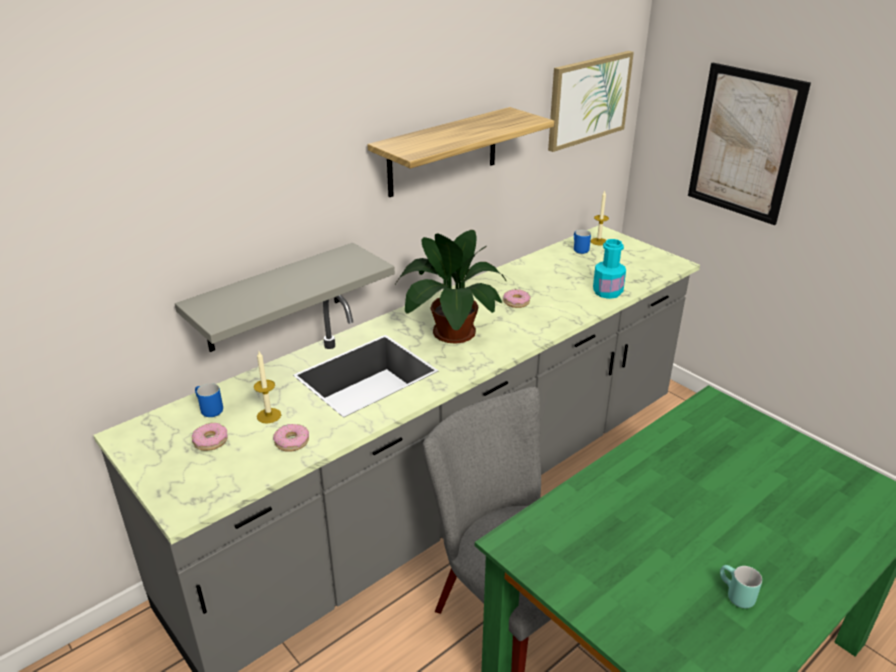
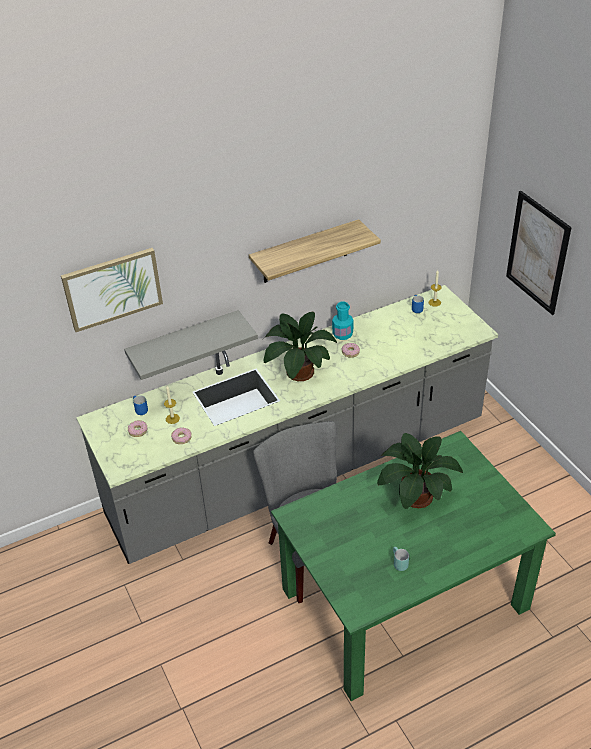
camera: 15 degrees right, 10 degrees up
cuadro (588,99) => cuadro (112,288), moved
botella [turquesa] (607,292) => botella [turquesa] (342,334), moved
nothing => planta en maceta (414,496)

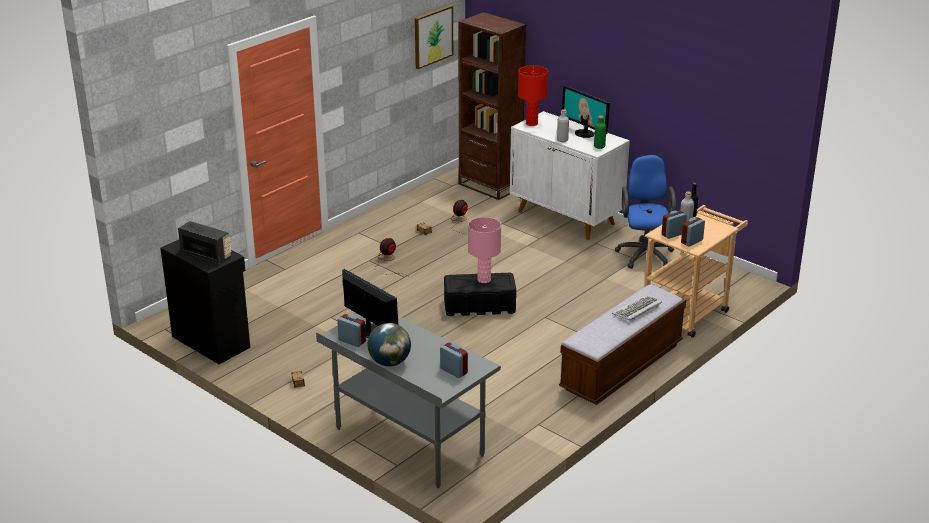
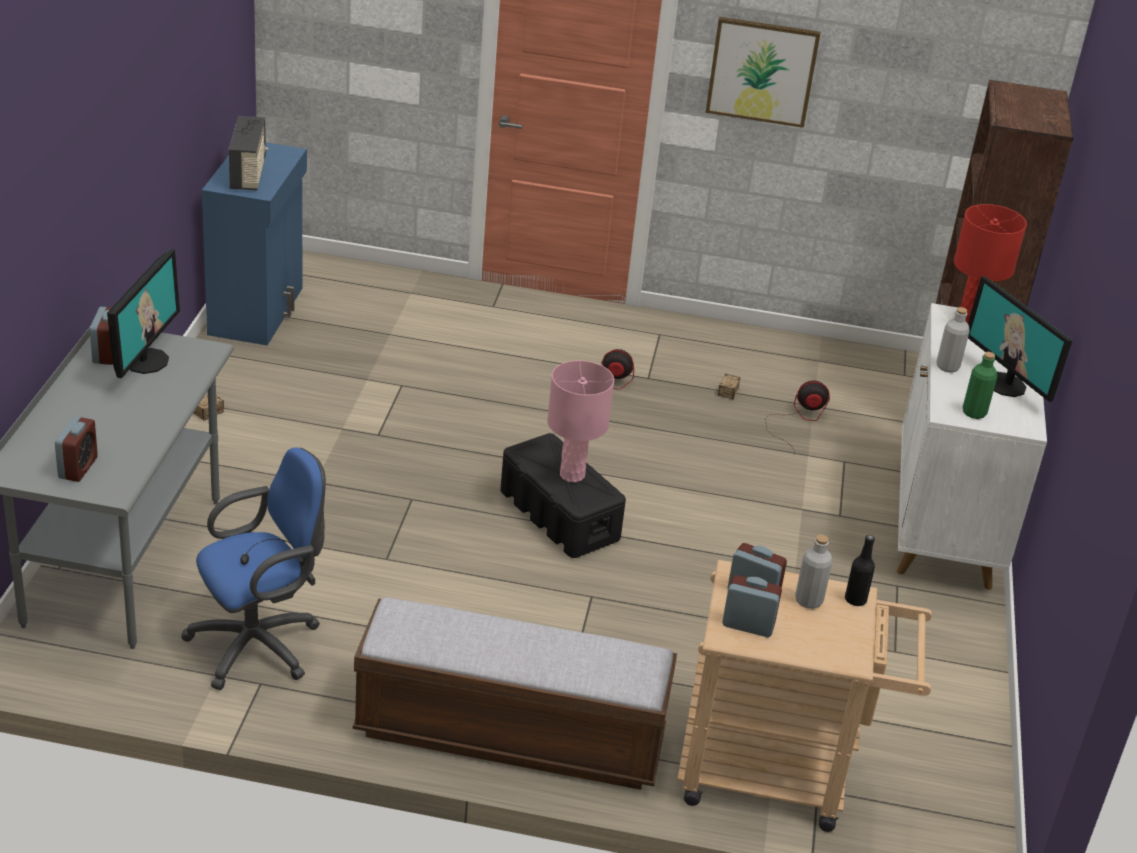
camera: 55 degrees right, 5 degrees up
armario [negro] (211,341) => armario [azul] (258,311)
globo terráqueo (389,362) => nothing
cuadro (433,36) => cuadro (762,71), moved
monitor (585,133) => monitor (1006,384), 45 degrees counterclockwise
teclado (637,310) => nothing
silla de oficina [azul] (645,254) => silla de oficina [azul] (261,644), moved

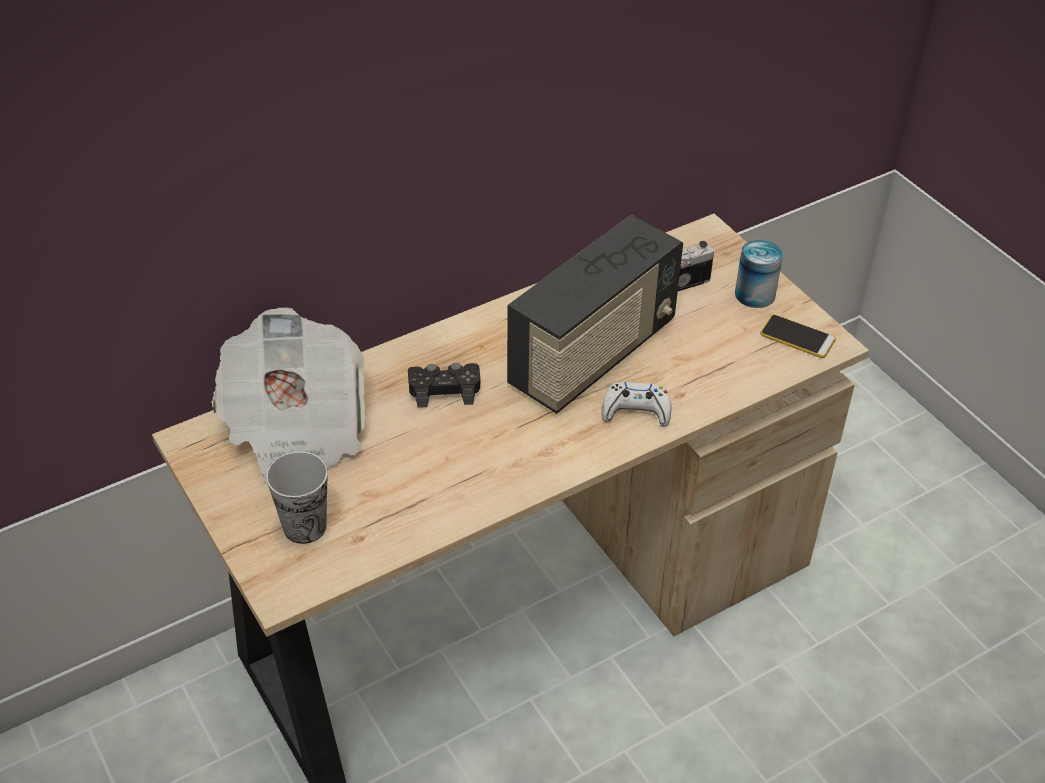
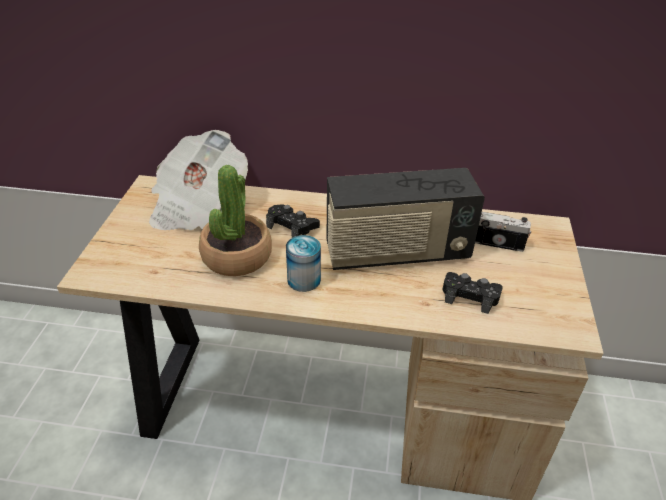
camera: 40 degrees right, 5 degrees down
taza (305,527) => nothing
mando de consola [blanco] (636,411) => nothing
lata (755,294) => lata (304,280), moved
móvil (797,337) => nothing
nothing => planta en maceta (236,256)
nothing => mando de consola [negro] (470,296)

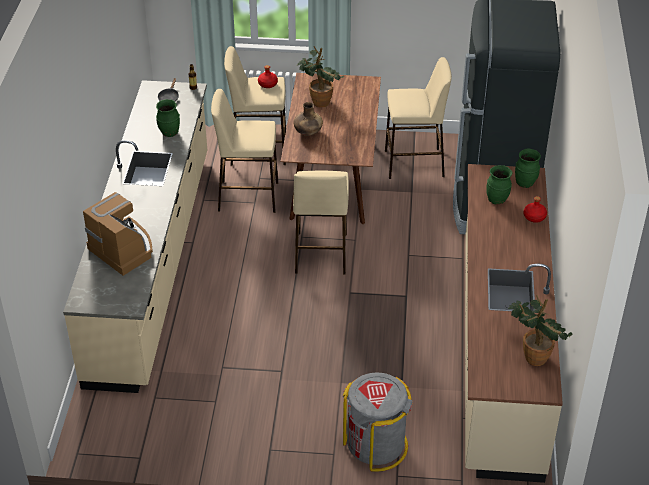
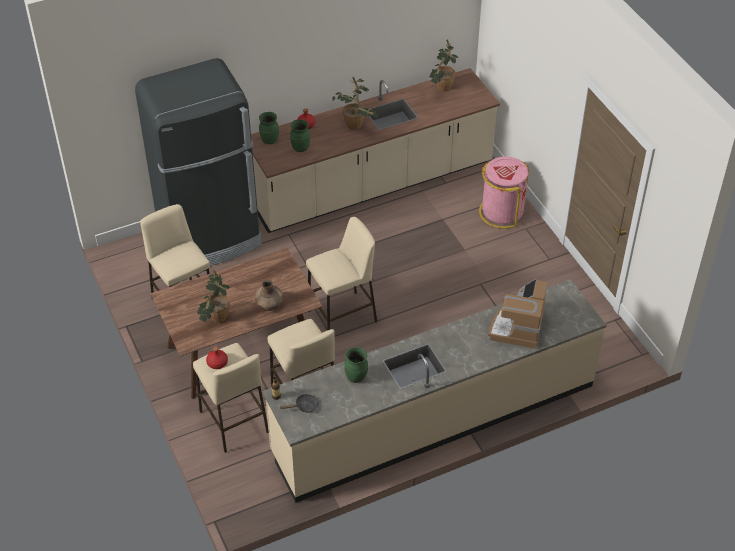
camera: 120 degrees left, 5 degrees up
papelera [gris] (376,445) => papelera [rosa] (501,212)
nothing => planta en maceta (356,127)

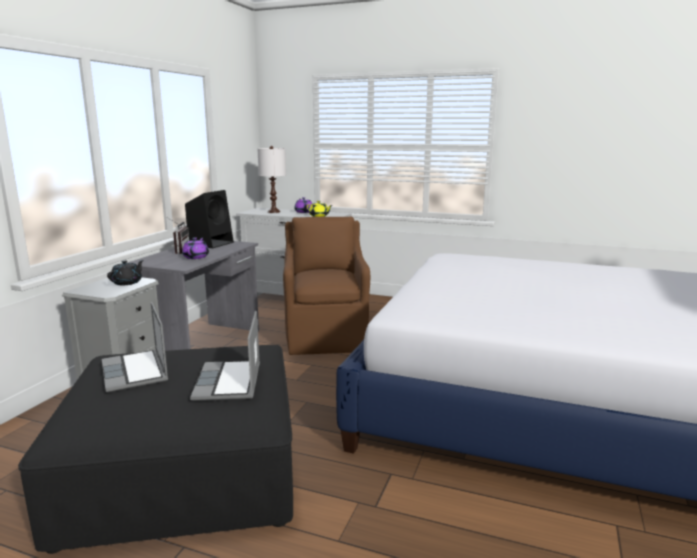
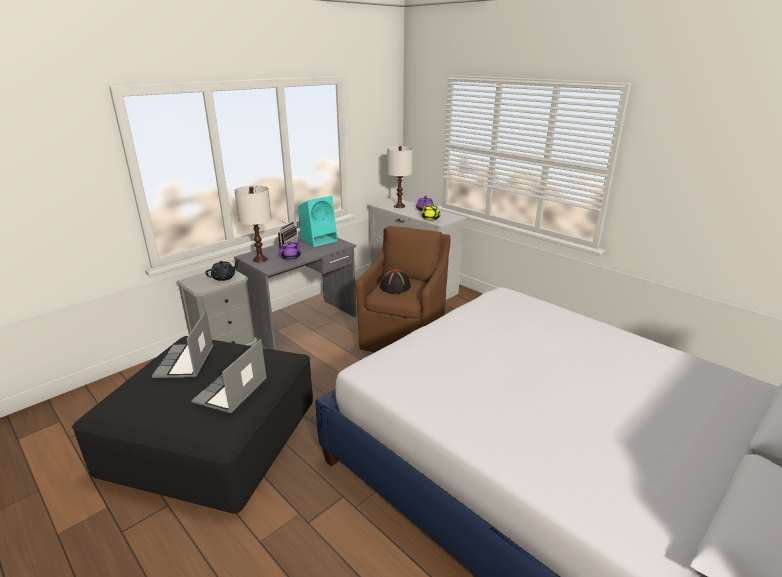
camera: 25 degrees right, 10 degrees up
altavoz [negro] (211,243) => altavoz [turquesa] (319,240)
nothing => lámpara de mesa [blanco] (260,259)
nothing => sombrero [negro] (395,286)

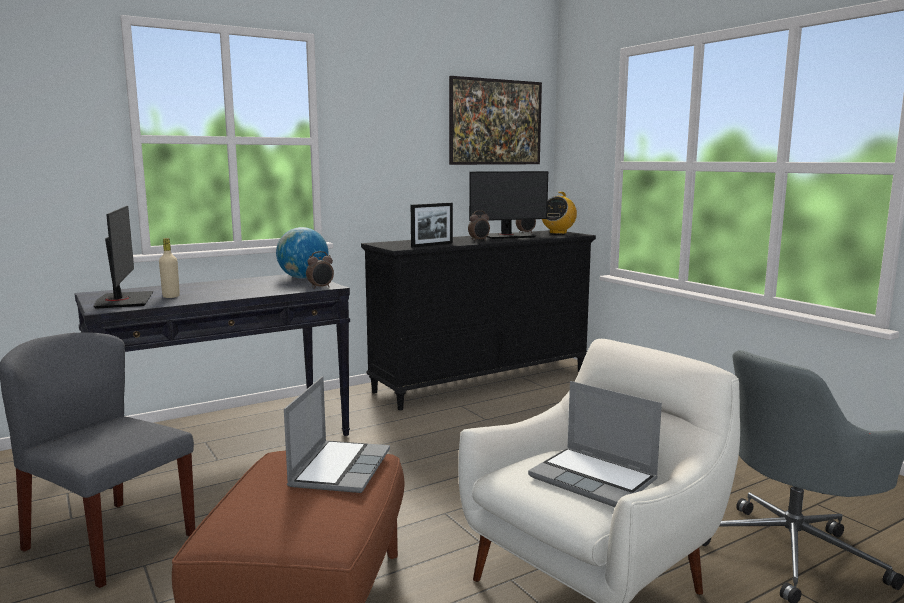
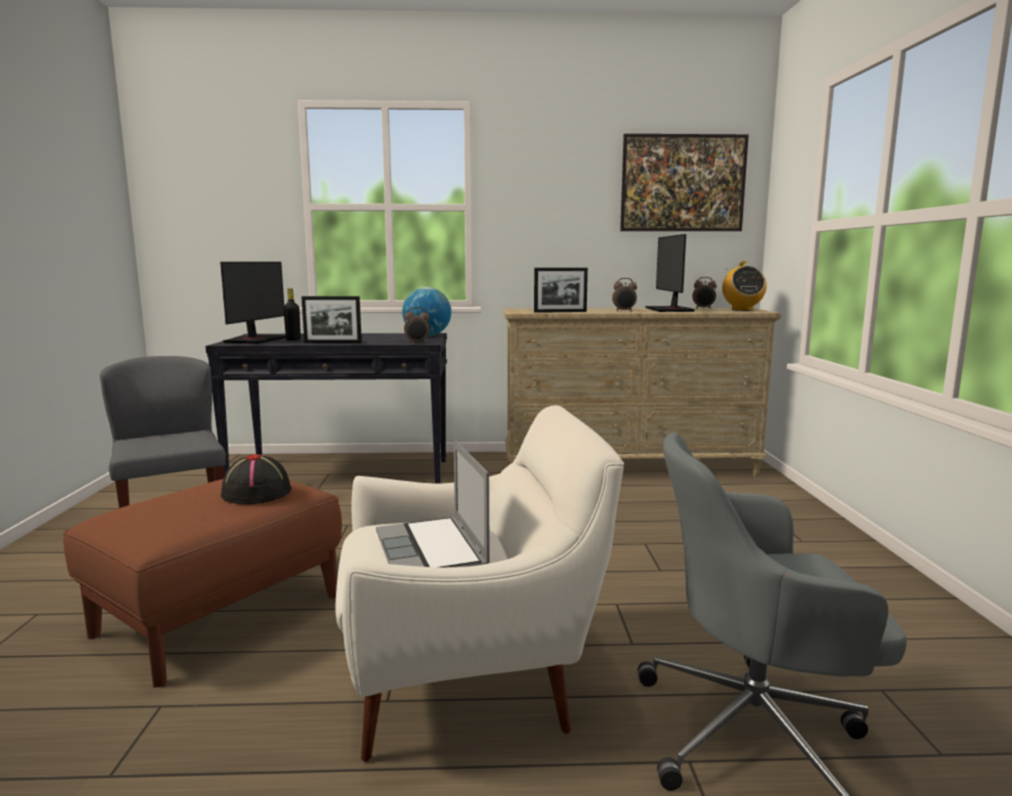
camera: 30 degrees right, 0 degrees up
botella [beis] (171,296) => botella [negro] (293,340)
portátil (339,468) => sombrero [negro] (257,492)
cómoda [negro] (483,381) => cómoda [beis] (630,467)
monitor (507,236) => monitor (670,309), 75 degrees clockwise
radio (558,233) => radio (742,309), 60 degrees counterclockwise
nothing => portarretratos (333,342)

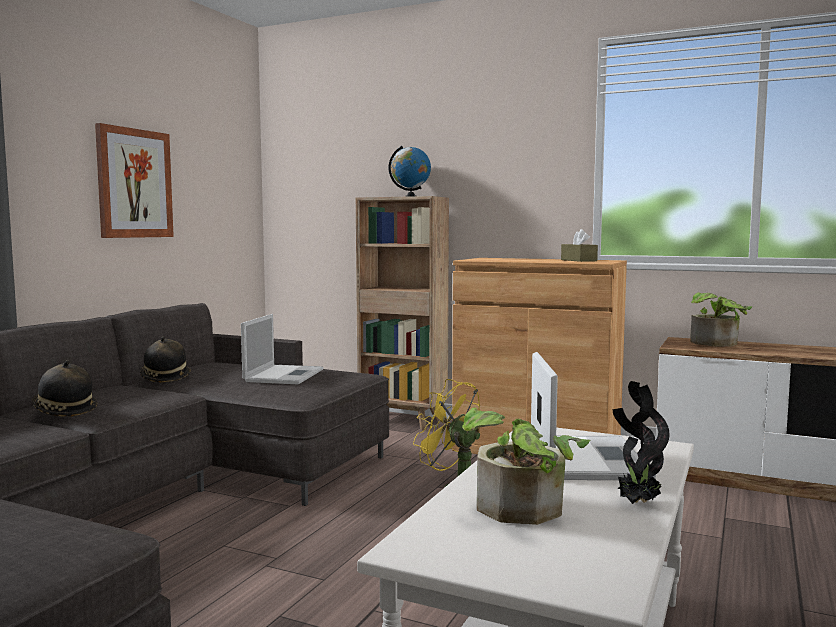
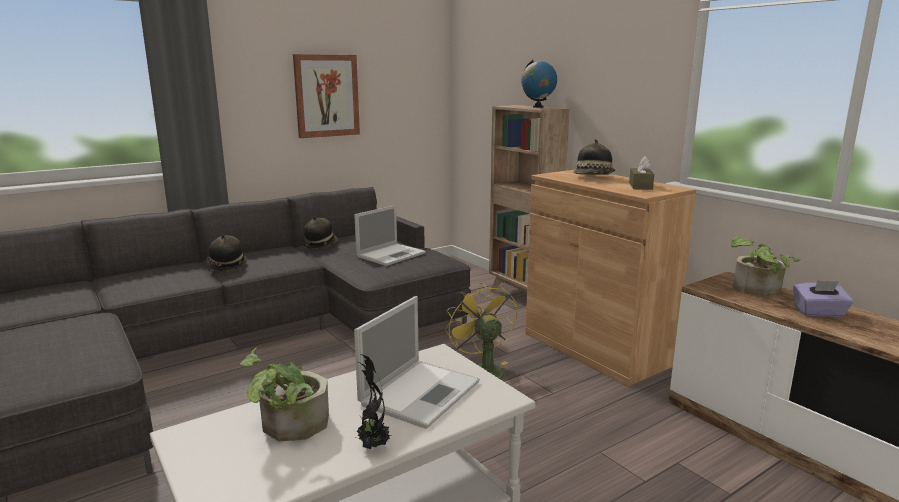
camera: 30 degrees right, 10 degrees up
nothing => sombrero (594,177)
nothing => caja de pañuelos [morado] (819,313)

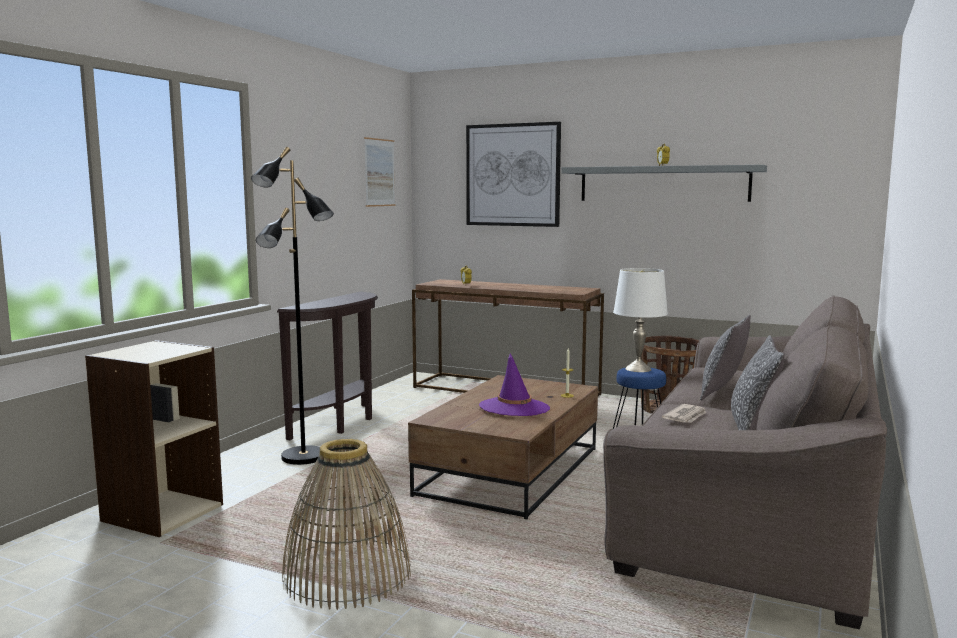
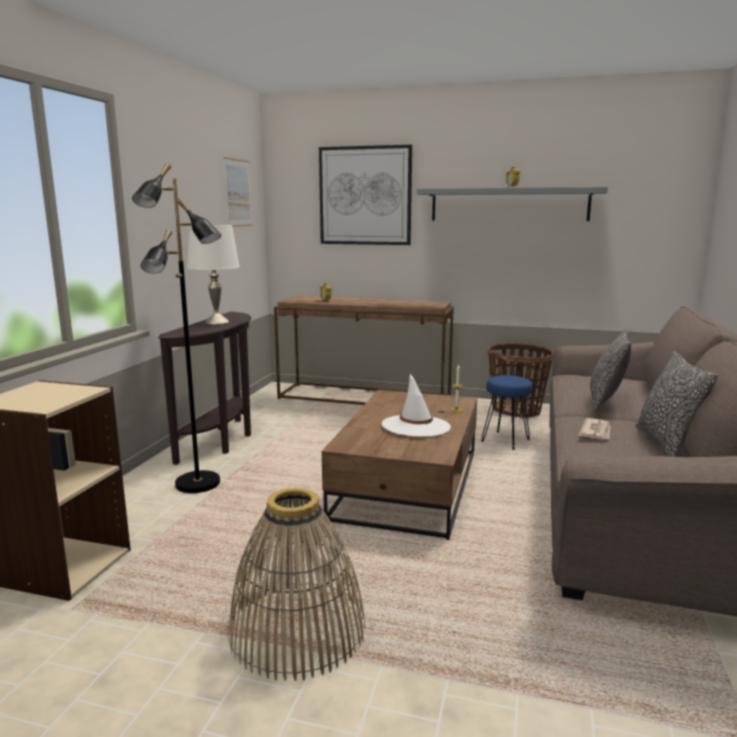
camera: 10 degrees left, 5 degrees up
sombrero [morado] (514,407) => sombrero [blanco] (416,426)
lámpara de mesa [blanco] (638,369) => lámpara de mesa [blanco] (216,322), moved

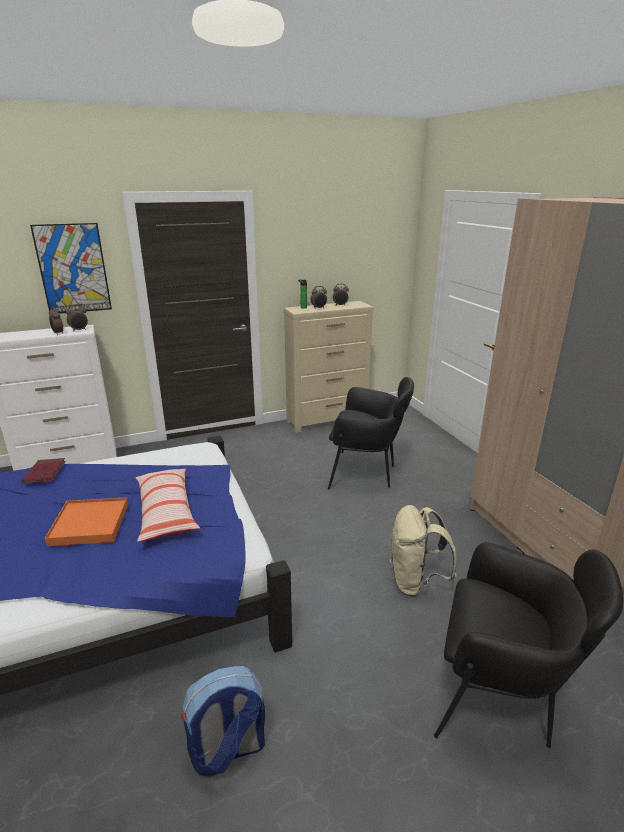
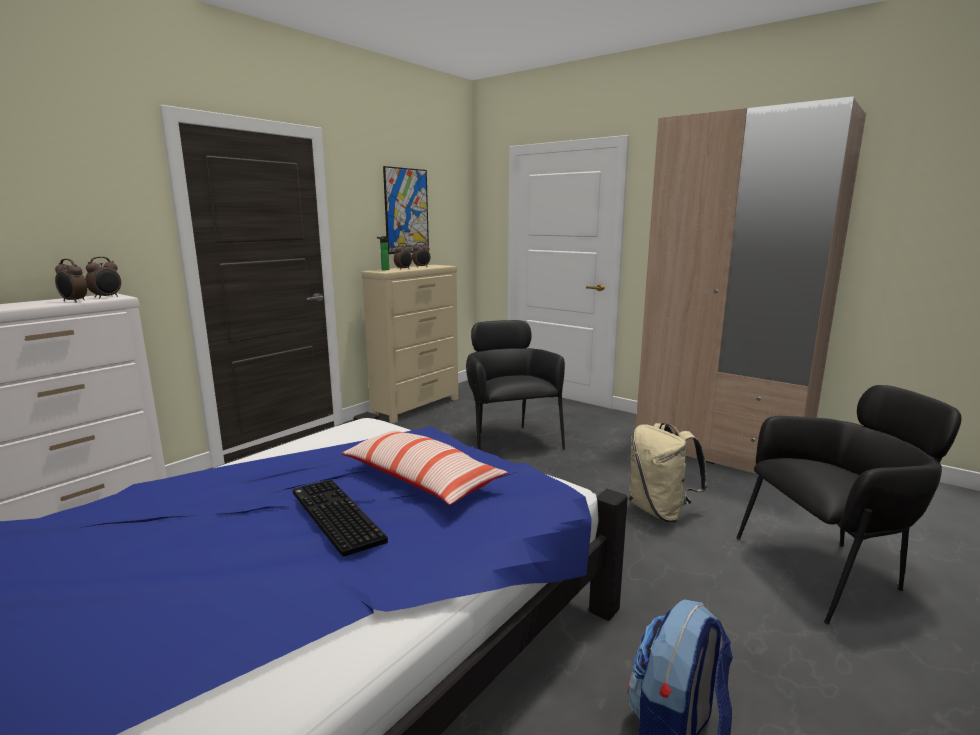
camera: 30 degrees left, 10 degrees down
libro [rojo] (45,473) => nothing
cuadro (73,269) => cuadro (406,211), moved
bandeja [naranja] (89,524) => teclado (333,517)
sillón [negro] (366,473) => sillón [negro] (510,440), 90 degrees counterclockwise

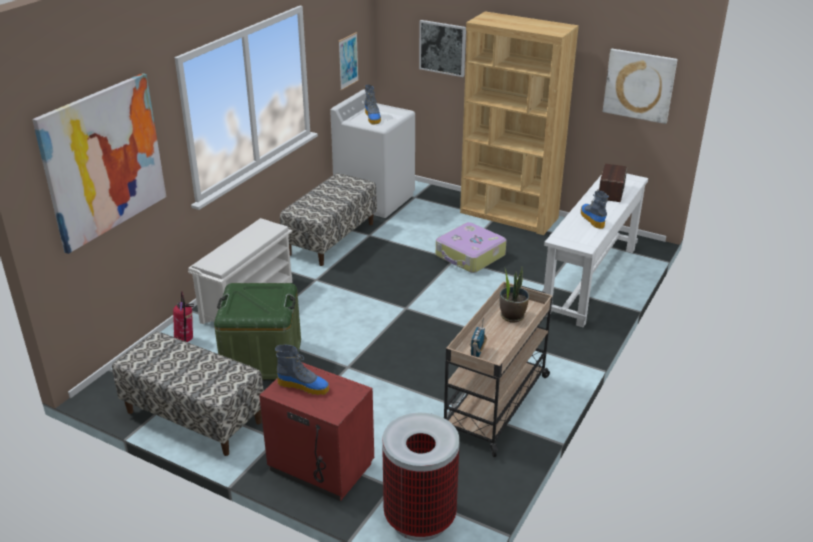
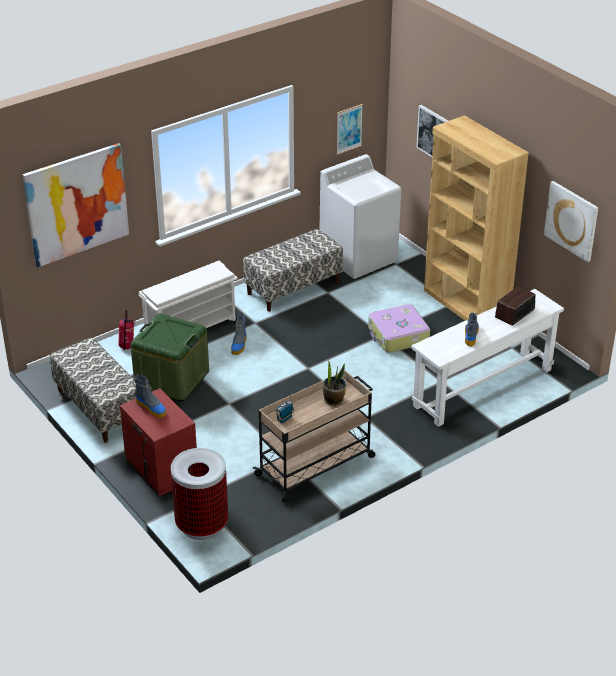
camera: 25 degrees right, 5 degrees up
bota (373,118) => bota (239,345), moved

